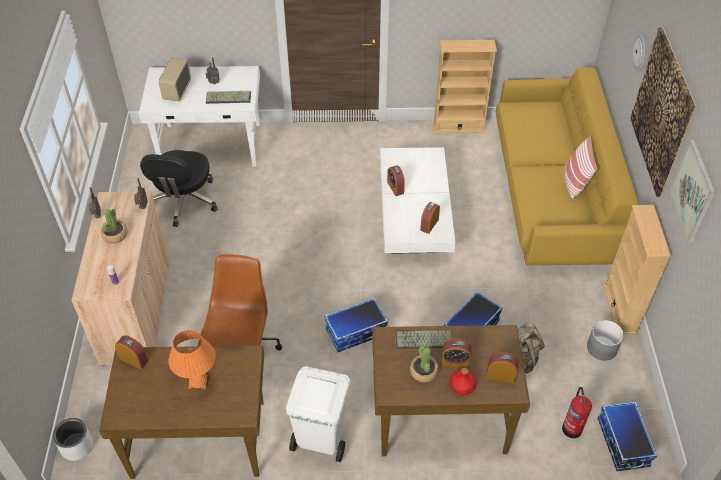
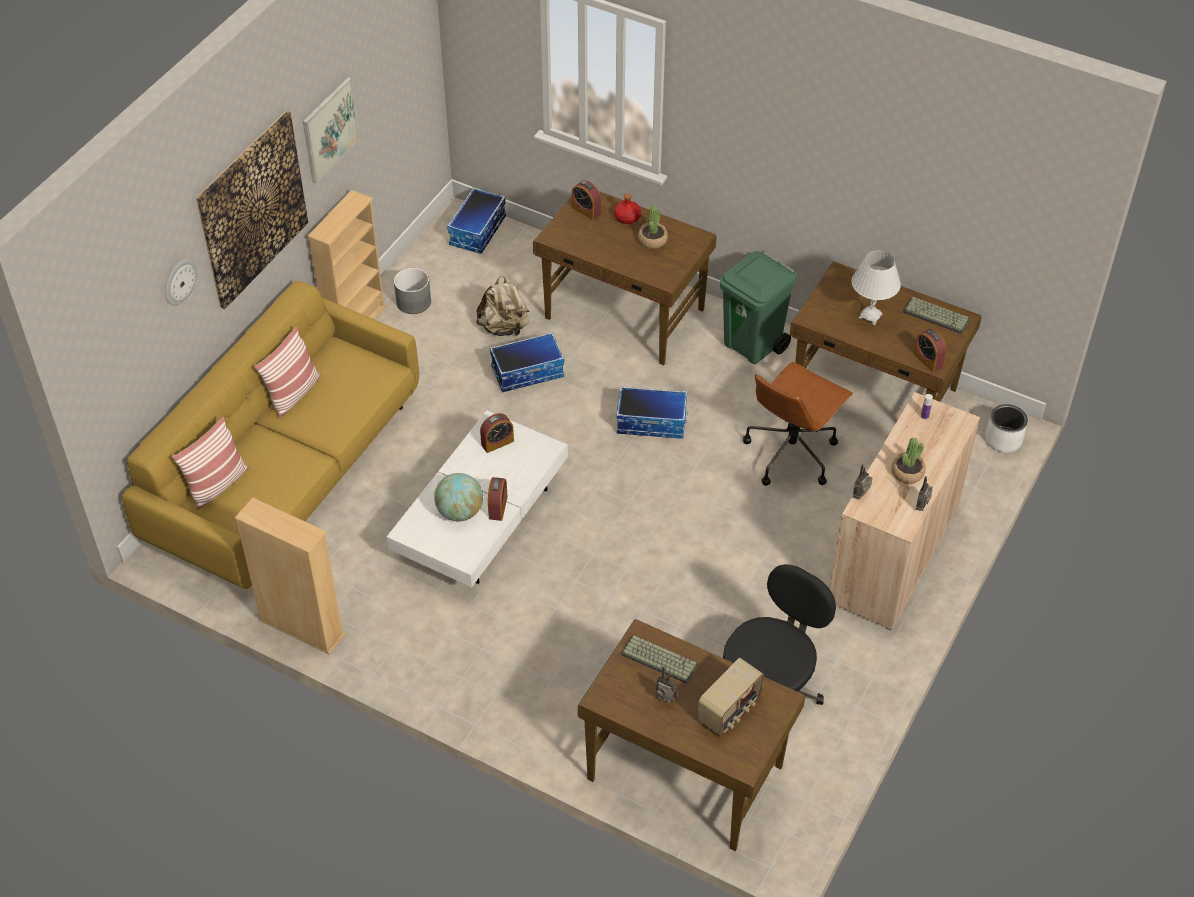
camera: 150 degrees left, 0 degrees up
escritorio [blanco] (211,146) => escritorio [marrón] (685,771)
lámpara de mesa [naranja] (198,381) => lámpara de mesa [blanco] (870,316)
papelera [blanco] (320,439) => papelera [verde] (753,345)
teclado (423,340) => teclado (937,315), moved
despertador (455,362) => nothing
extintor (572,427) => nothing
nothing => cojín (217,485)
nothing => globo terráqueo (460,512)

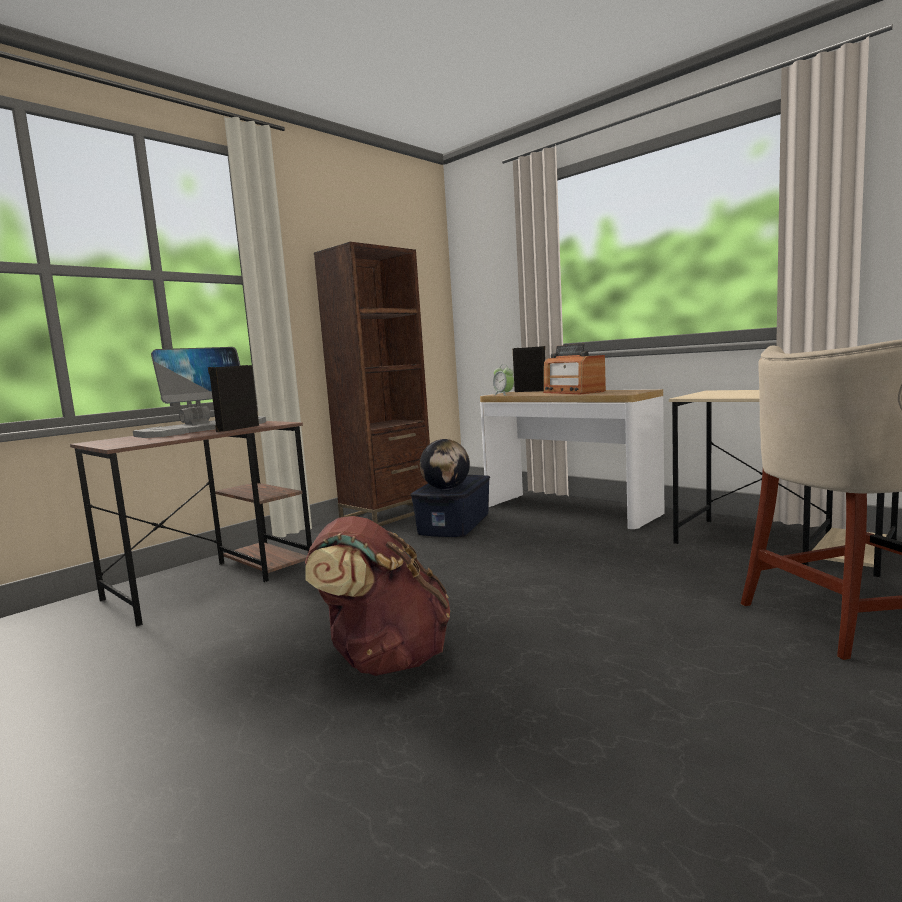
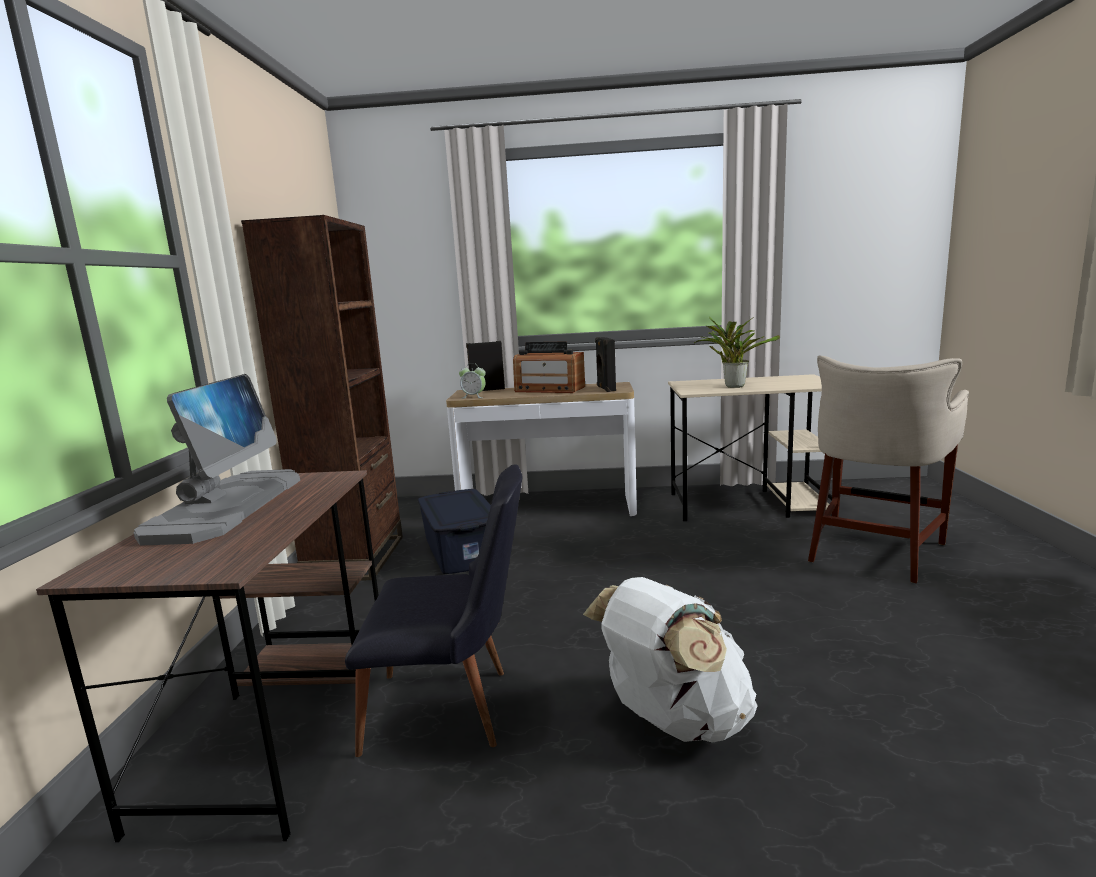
camera: 40 degrees left, 5 degrees up
altavoz [negro] (237,429) => altavoz [negro] (605,389), moved
mochila [marrón] (384,660) => mochila [blanco] (673,721)
globo terráqueo (446,489) => nothing
nothing => silla [negro] (453,710)
nothing => planta en maceta (732,386)

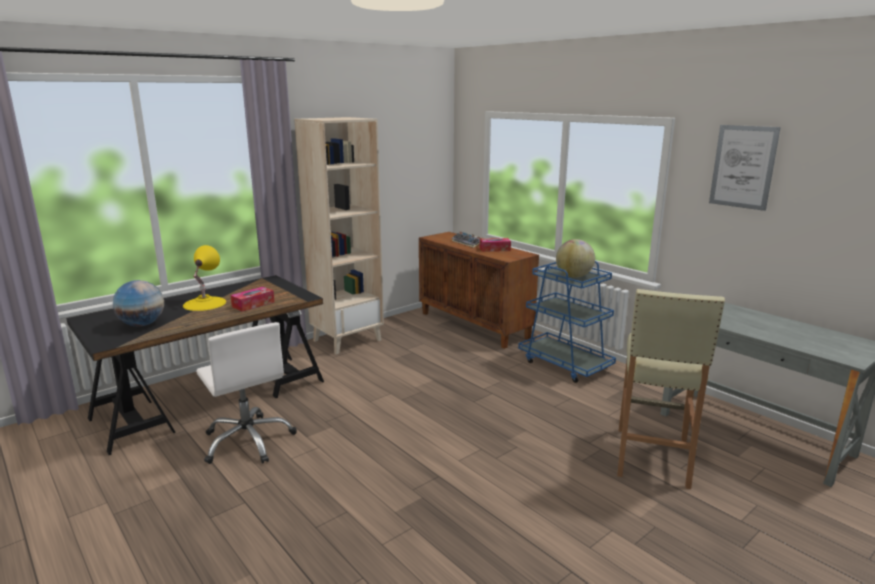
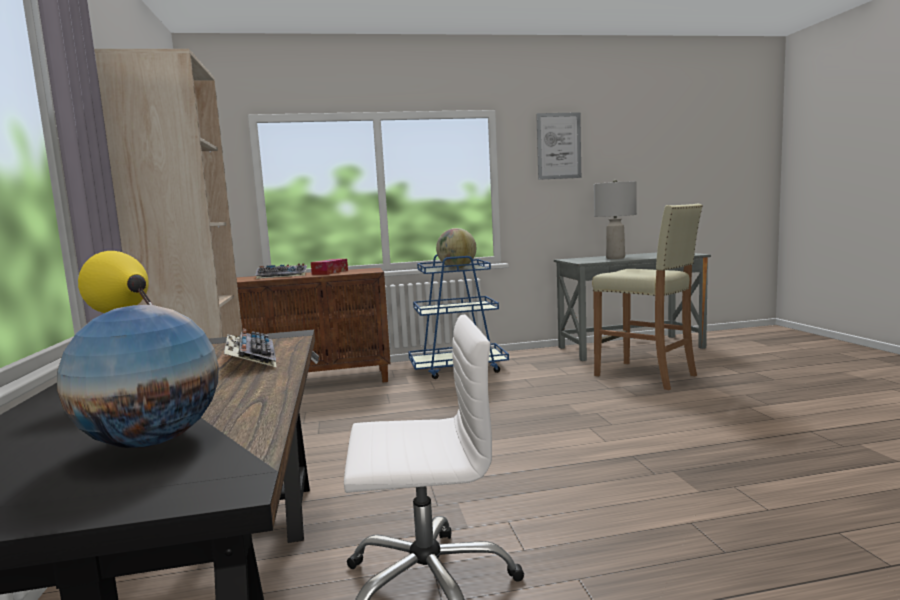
camera: 60 degrees left, 10 degrees down
caja de pañuelos (253,304) => teclado (251,358)
nothing => lámpara de mesa [gris] (615,258)

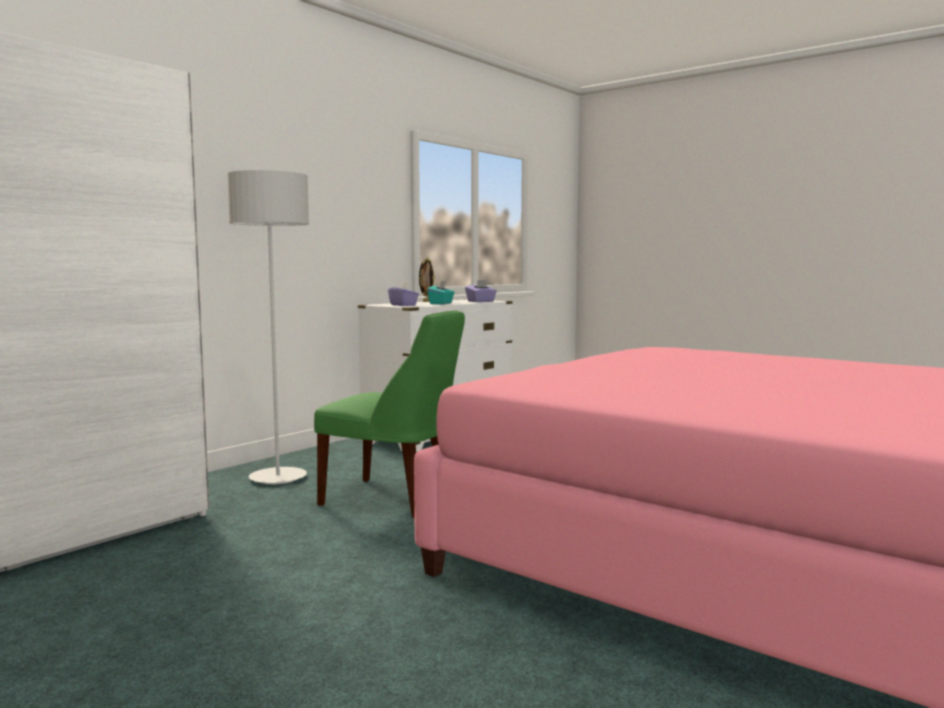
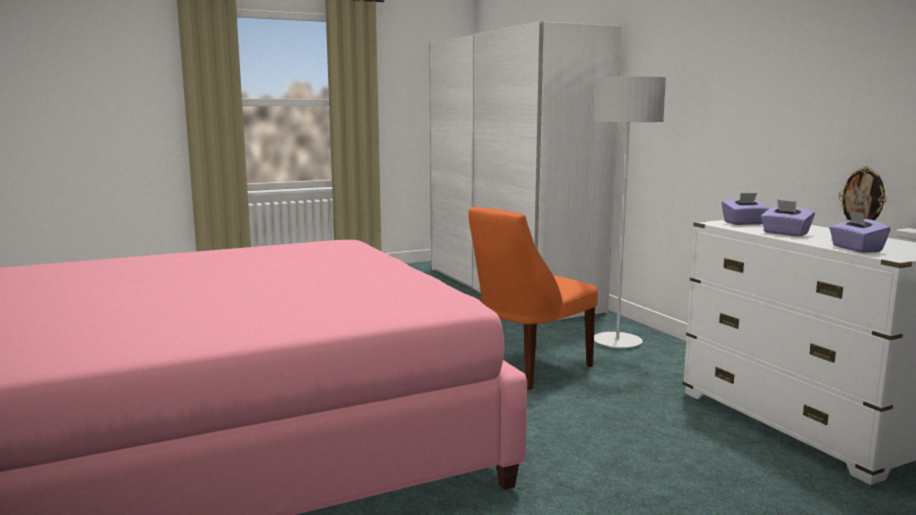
camera: 115 degrees right, 5 degrees up
silla [verde] (394,499) => silla [naranja] (527,368)
caja de pañuelos [turquesa] (441,303) => caja de pañuelos [morado] (785,233)

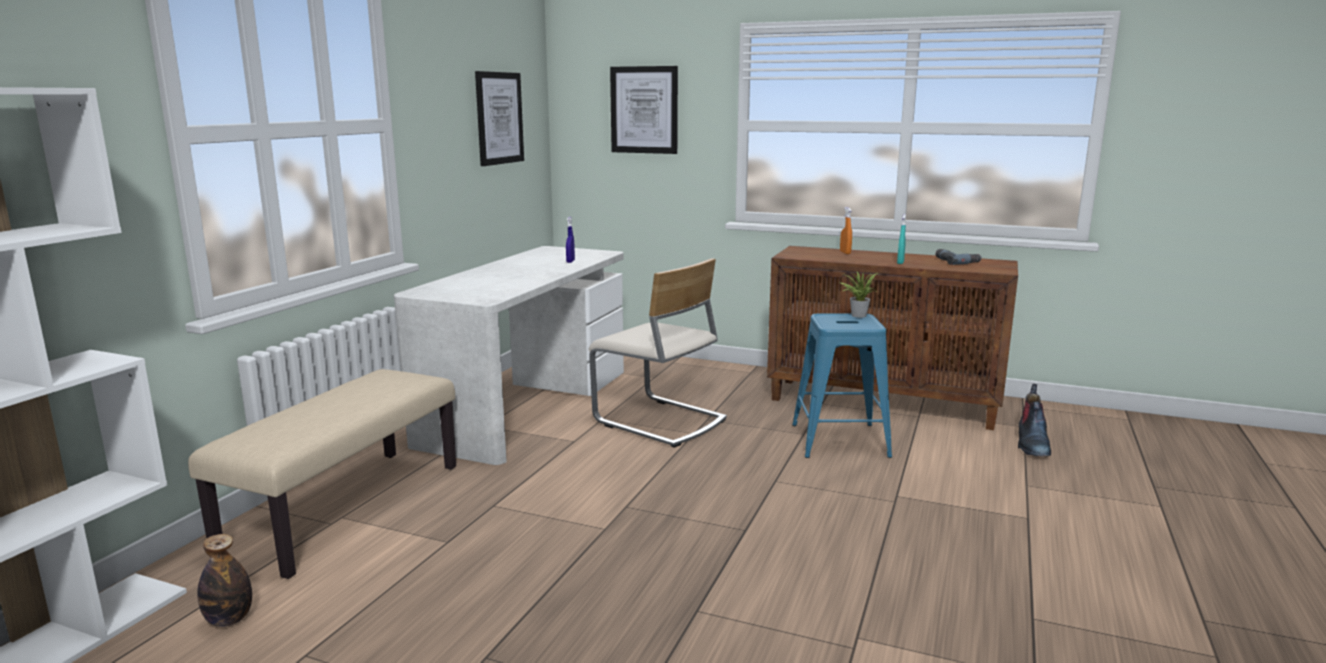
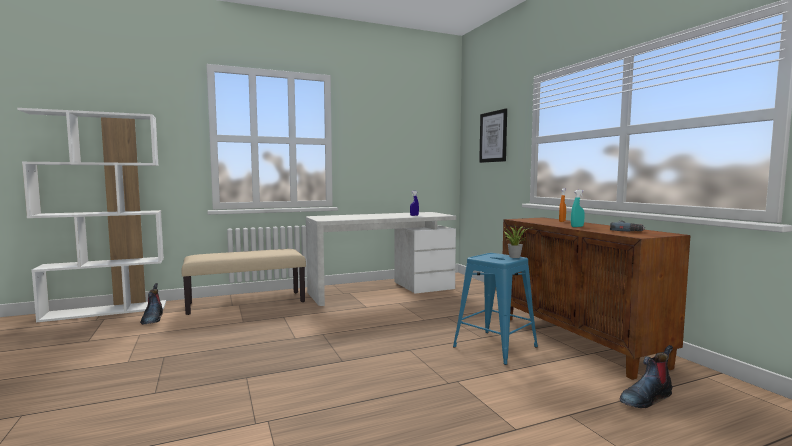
camera: 45 degrees right, 10 degrees down
botella (229,619) => bota (152,319)
cuadro (499,118) => nothing
silla [beis] (659,421) => nothing

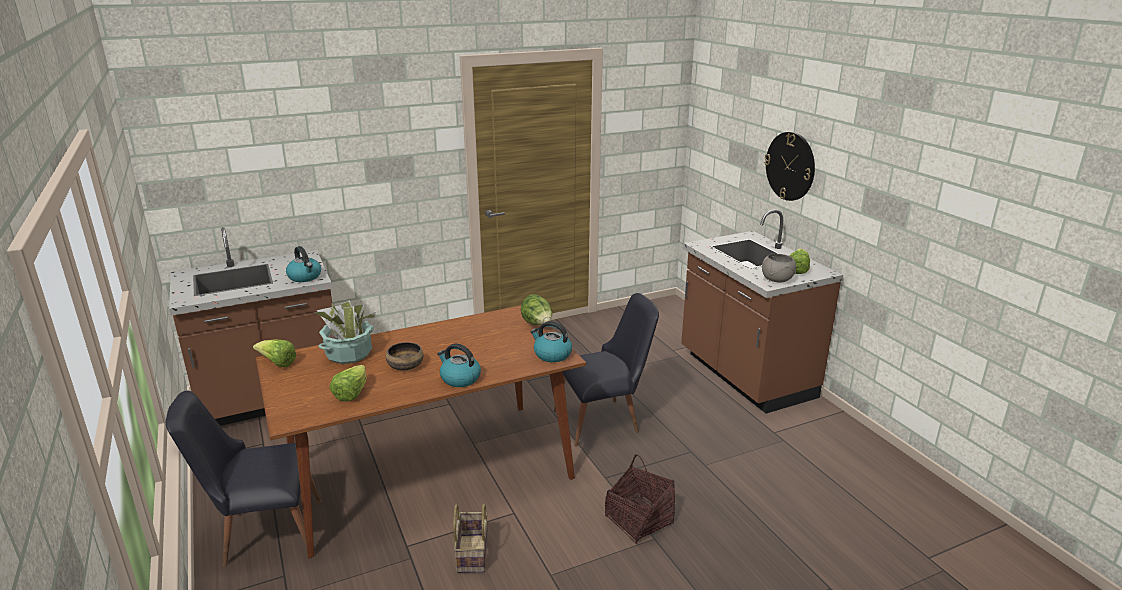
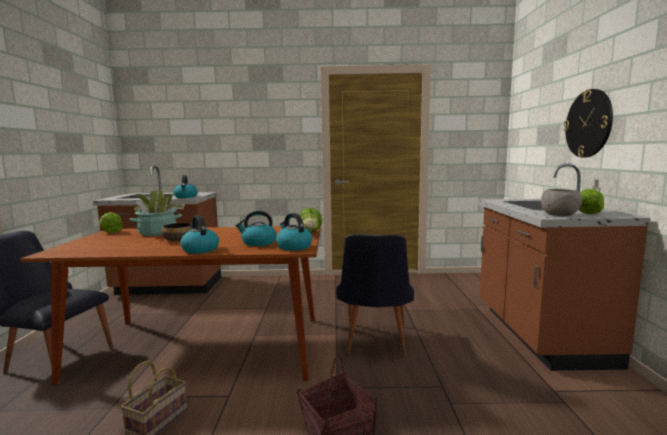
camera: 25 degrees right, 15 degrees down
lechuga (351,393) => nothing
silla [negro] (605,421) => silla [negro] (374,342), 90 degrees clockwise
nothing => hervidor (258,243)

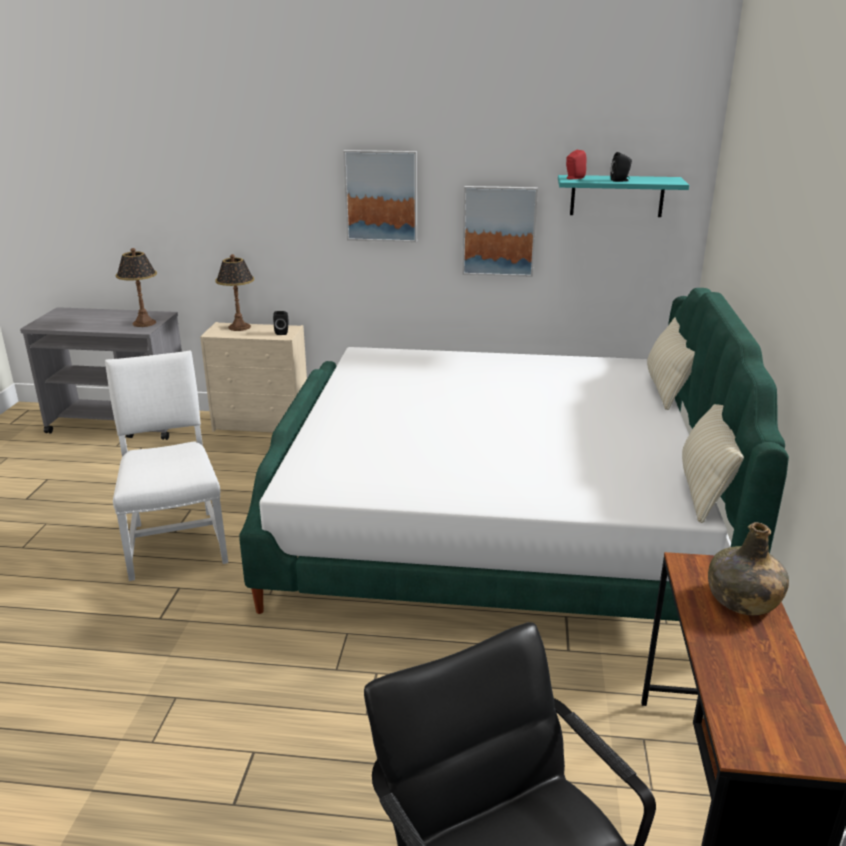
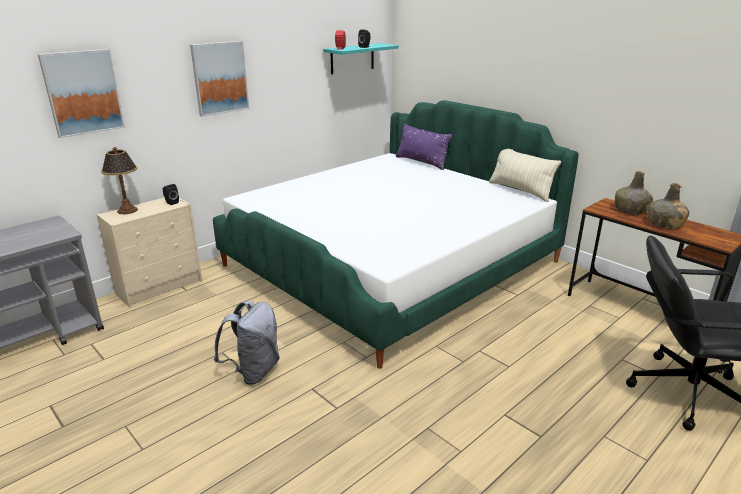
camera: 50 degrees left, 0 degrees up
silla [blanco] (176,541) => mochila [gris] (253,371)
lámpara de mesa (144,323) => nothing
cuadro (499,231) => cuadro (83,92), moved
cojín [beis] (665,388) => cojín [morado] (421,162)
nothing => botella [verde] (664,224)

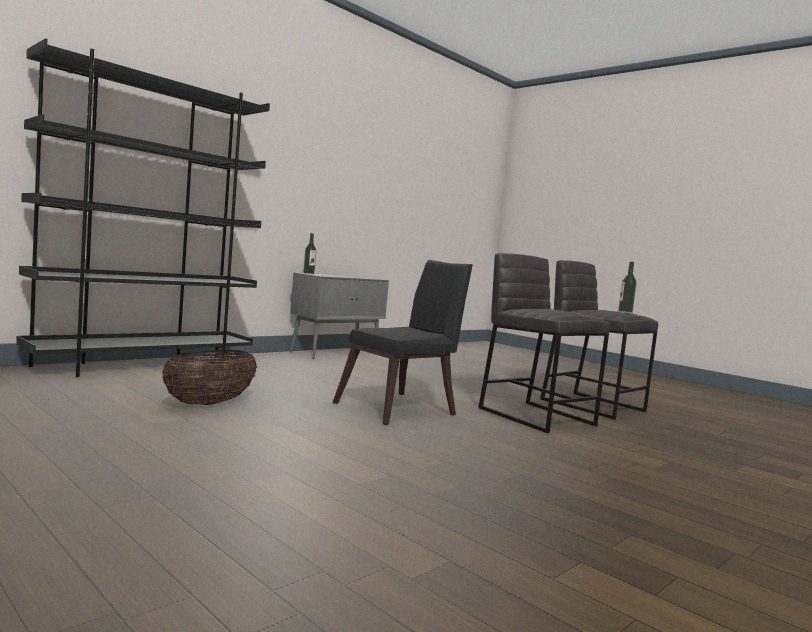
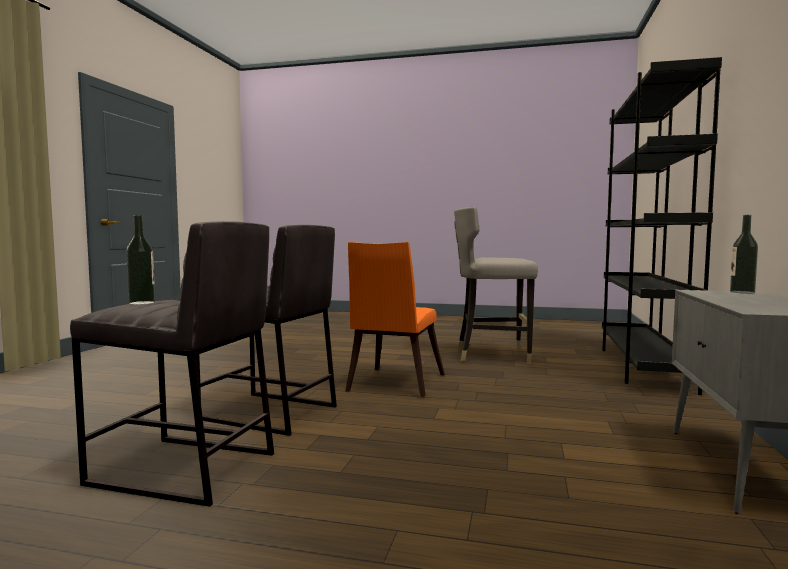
camera: 150 degrees right, 0 degrees up
cesta (209,403) => taburete [gris] (492,356)
silla [negro] (401,408) => silla [naranja] (393,384)

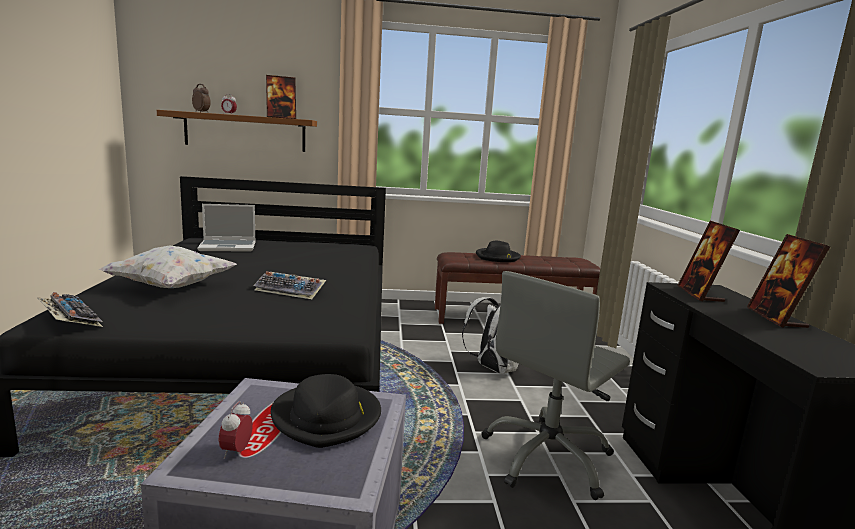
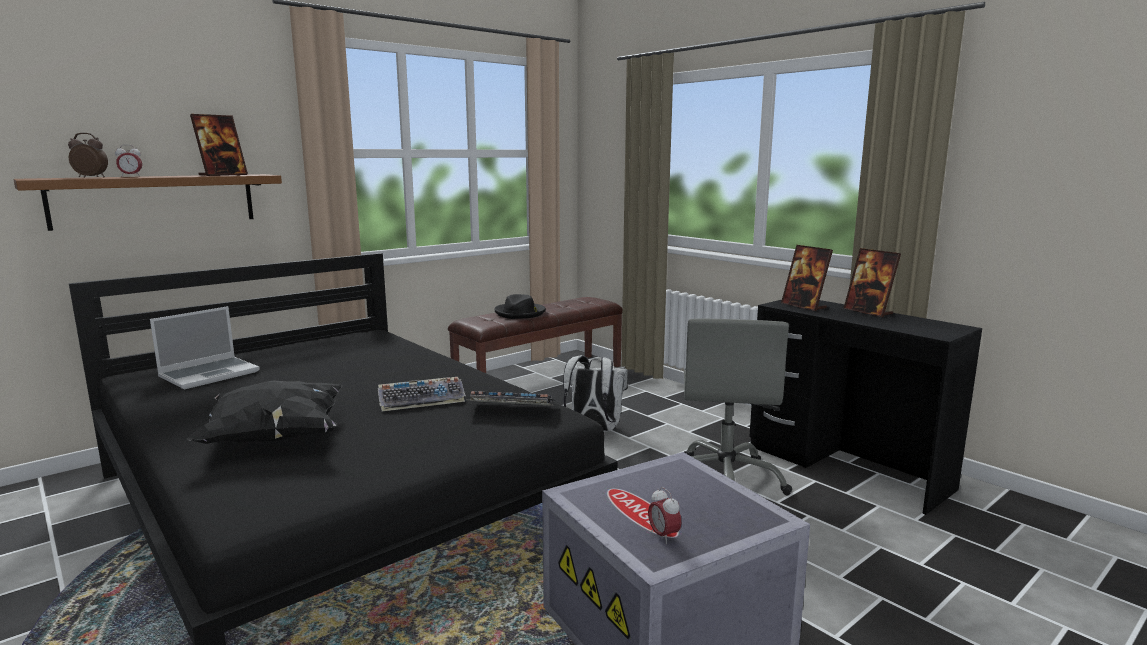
camera: 35 degrees left, 0 degrees up
teclado (69,318) => teclado (509,410), moved
cojín [blanco] (171,287) => cojín [negro] (275,438)
sombrero [negro] (327,417) => nothing

